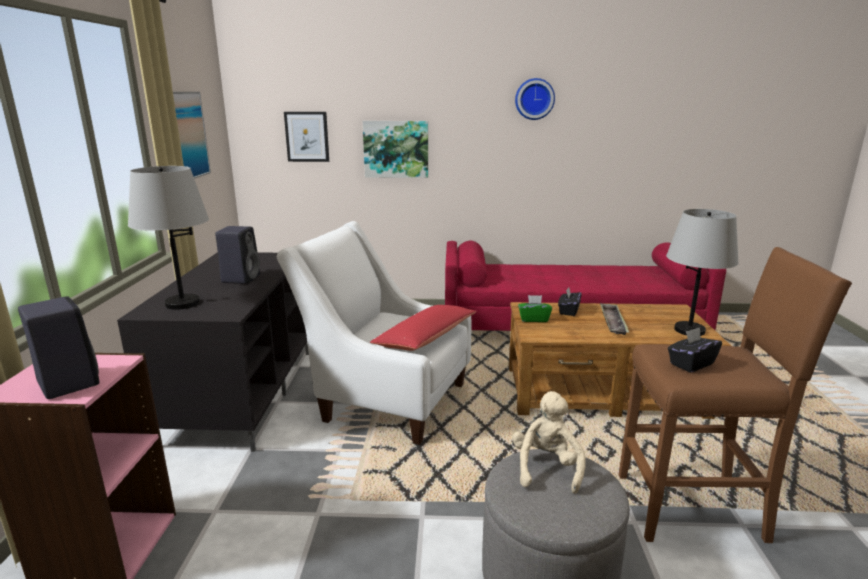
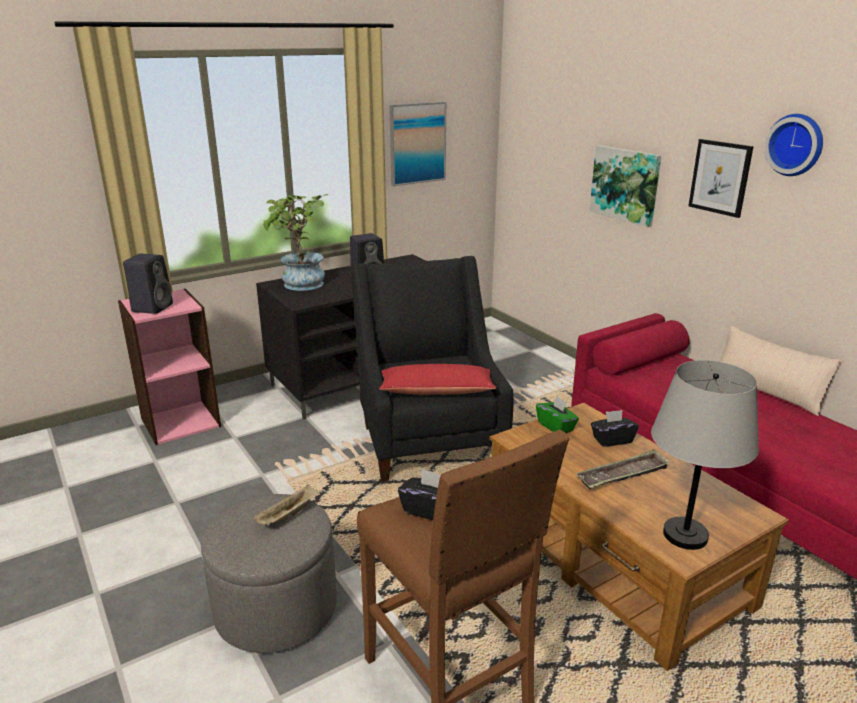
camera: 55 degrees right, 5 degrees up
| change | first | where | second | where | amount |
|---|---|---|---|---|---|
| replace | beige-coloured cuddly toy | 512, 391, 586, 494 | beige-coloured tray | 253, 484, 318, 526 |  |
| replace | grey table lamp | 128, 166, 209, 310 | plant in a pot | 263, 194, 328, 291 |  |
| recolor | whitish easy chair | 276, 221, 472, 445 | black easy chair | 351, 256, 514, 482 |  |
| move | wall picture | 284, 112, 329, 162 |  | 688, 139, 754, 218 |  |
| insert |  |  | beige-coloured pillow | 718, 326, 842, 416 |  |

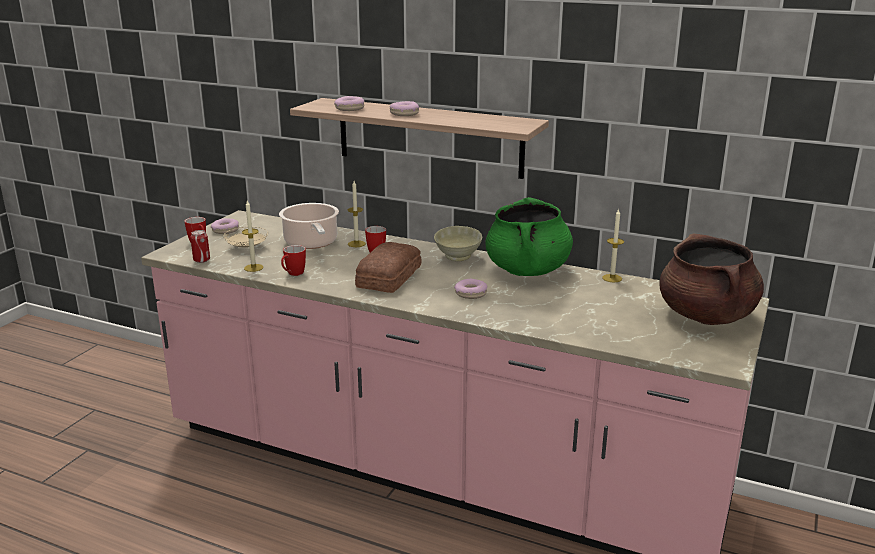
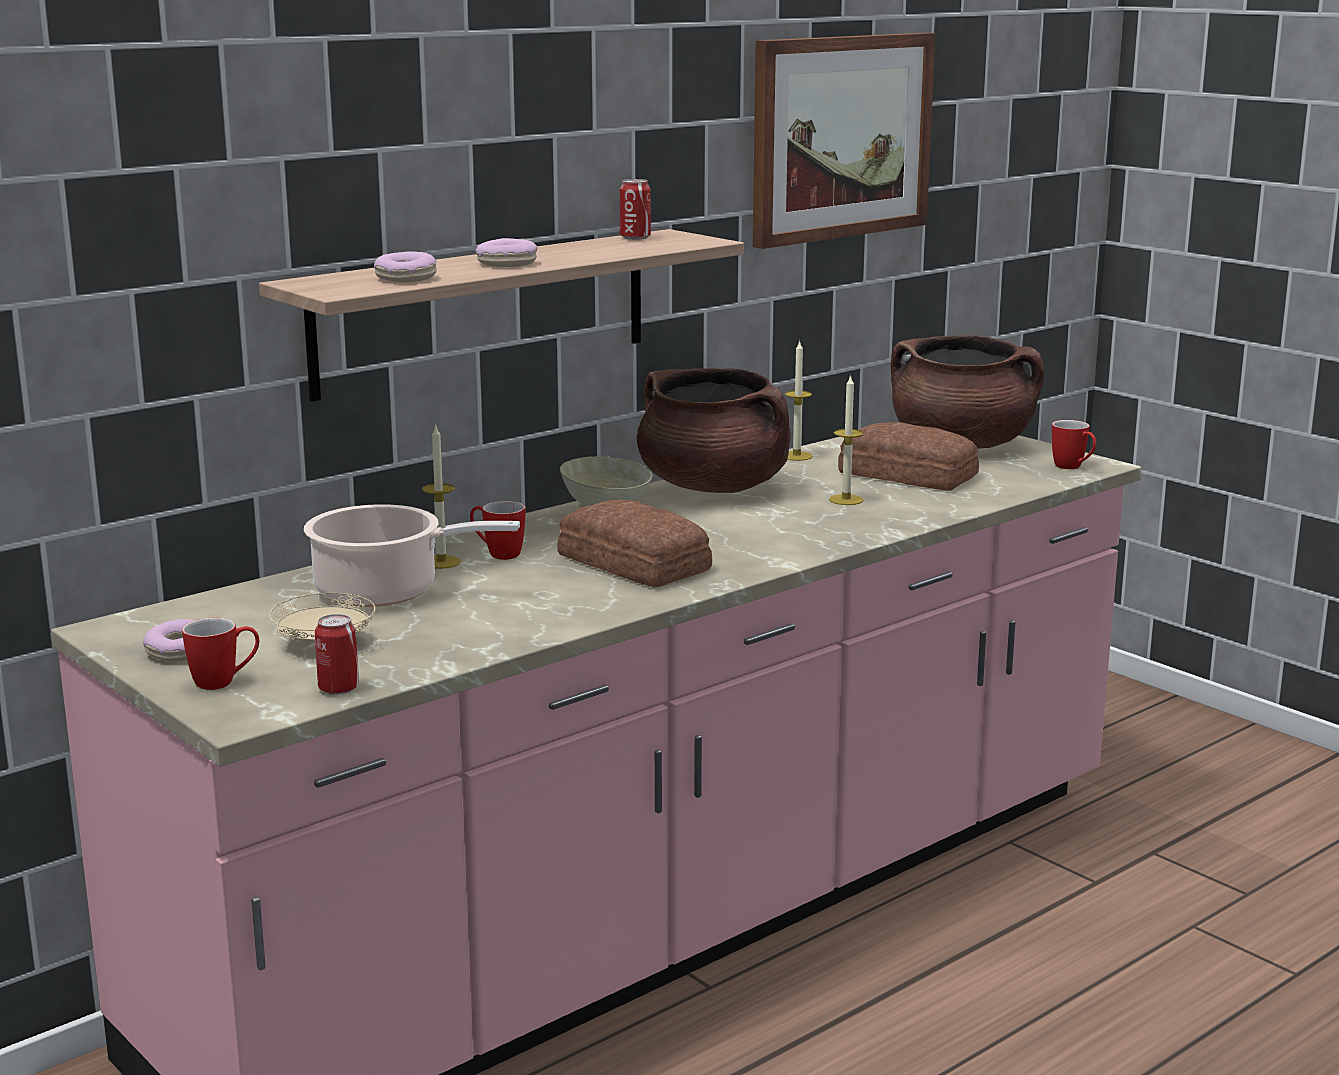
camera: 65 degrees left, 5 degrees down
| change | first | where | second | where | amount |
|---|---|---|---|---|---|
| insert |  |  | sealed can | 620, 179, 651, 240 |  |
| recolor | green-coloured cooking pot | 485, 197, 573, 276 | brownish cooking pot | 637, 368, 791, 493 |  |
| insert |  |  | wall picture | 753, 33, 936, 249 |  |
| move | candle | 242, 201, 263, 272 |  | 829, 374, 863, 505 |  |
| insert |  |  | baked bread | 838, 422, 979, 491 |  |
| move | tea mug | 281, 245, 306, 276 |  | 1052, 420, 1096, 469 |  |
| delete | doughnut | 454, 279, 487, 299 |  |  |  |

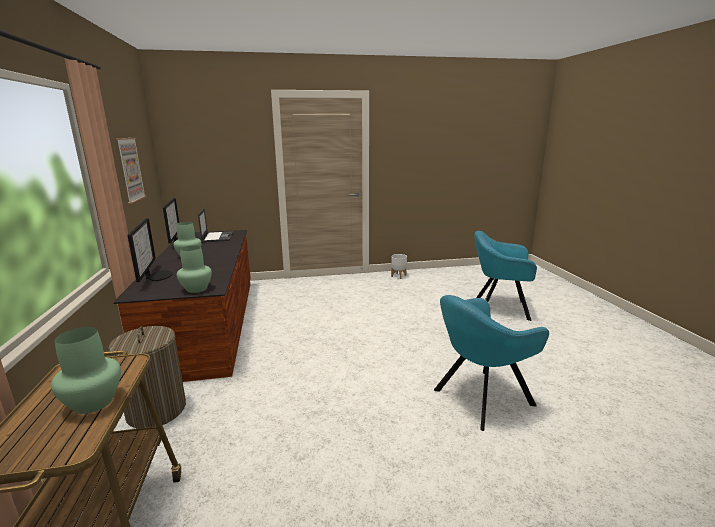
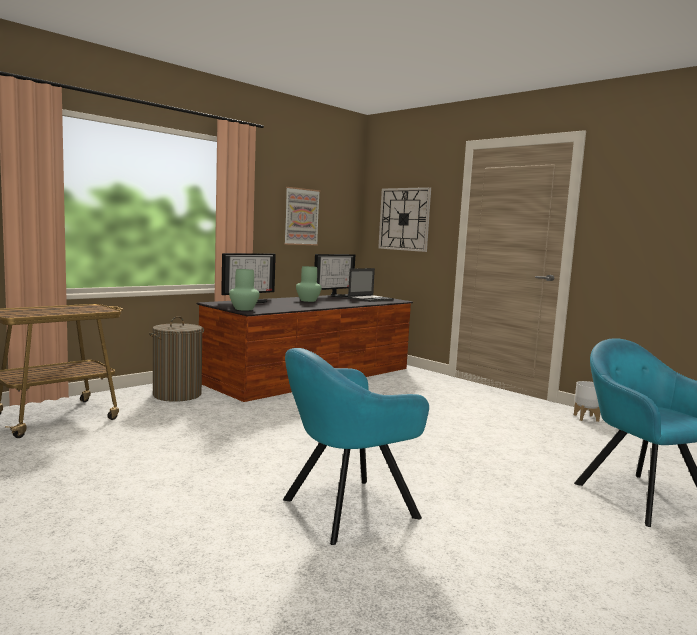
camera: 55 degrees right, 10 degrees down
| change | first | where | second | where | amount |
|---|---|---|---|---|---|
| rotate | turquoise-coloured easy chair | 434, 295, 549, 431 |  | 283, 348, 429, 545 | 60 degrees counterclockwise |
| insert |  |  | clock on the wall | 378, 187, 431, 252 |  |
| delete | green-coloured flower vase | 51, 327, 121, 414 |  |  |  |

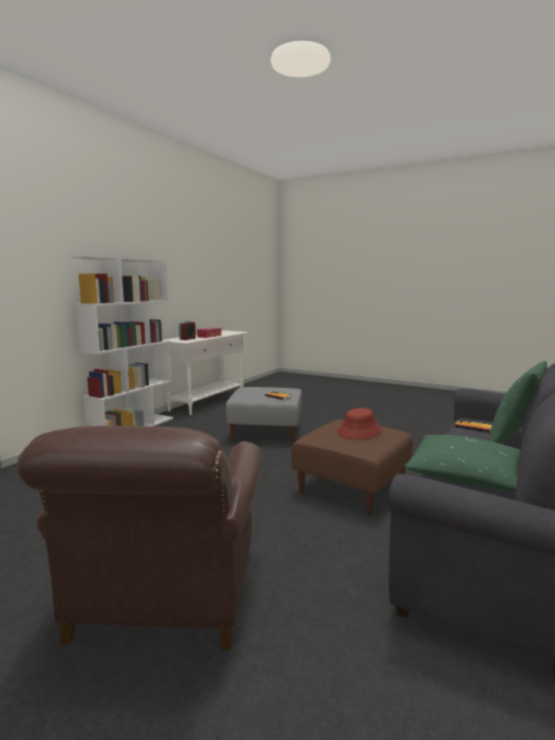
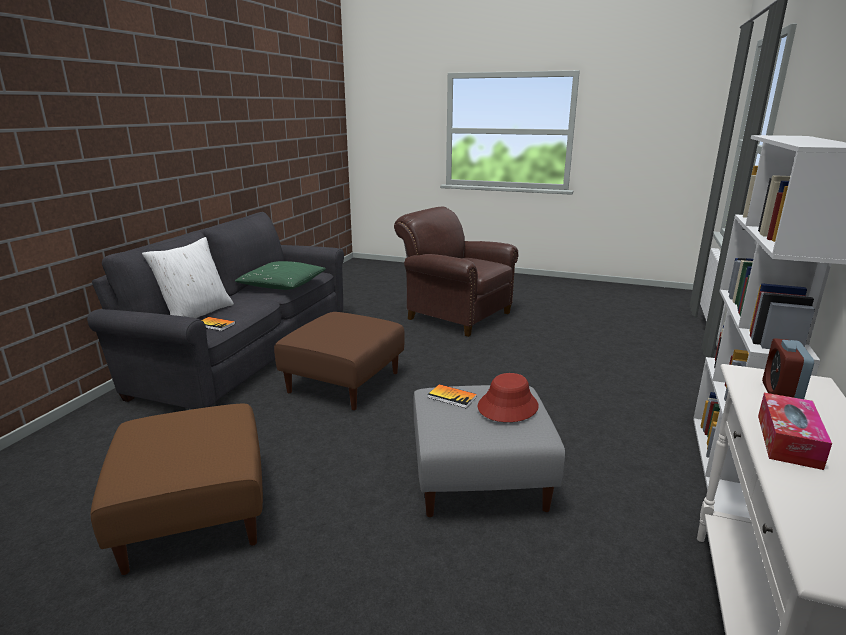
camera: 170 degrees right, 10 degrees up
| change | first | where | second | where | amount |
|---|---|---|---|---|---|
| insert |  |  | brownish footrest | 91, 404, 263, 575 |  |
| recolor | green-coloured pillow | 490, 361, 547, 443 | whitish pillow | 142, 237, 234, 318 |  |
| rotate | brownish easy chair | 17, 426, 262, 650 |  | 394, 207, 518, 337 | 45 degrees counterclockwise |
| move | red-coloured wearable hat | 337, 408, 382, 439 |  | 477, 373, 539, 422 |  |

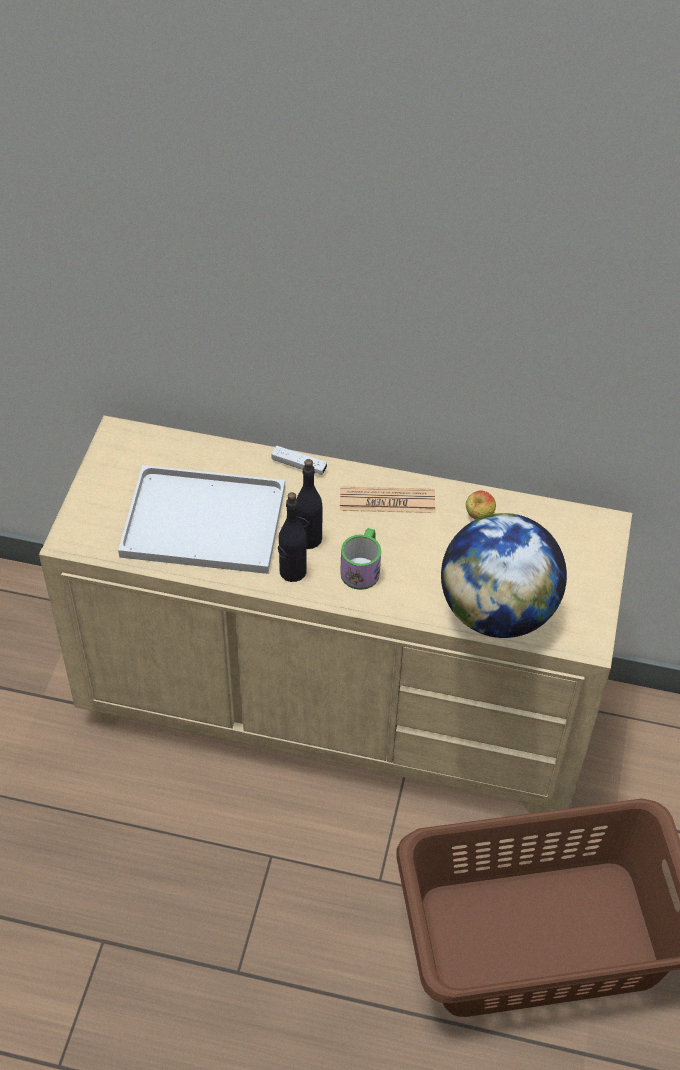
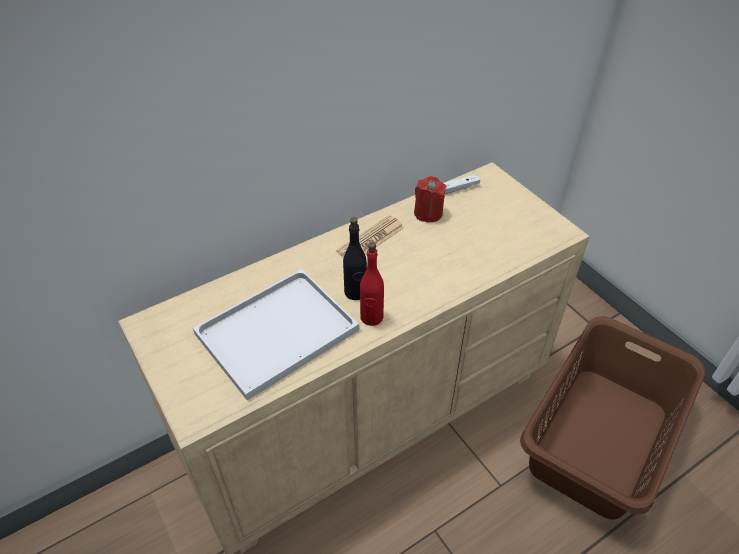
camera: 45 degrees left, 5 degrees down
| change | first | where | second | where | amount |
|---|---|---|---|---|---|
| recolor | black drink bottle | 278, 492, 307, 582 | red-coloured drink bottle | 360, 242, 384, 326 |  |
| replace | whole apple | 466, 490, 496, 520 | red-coloured candle | 414, 176, 446, 222 |  |
| move | whitish game controller | 271, 446, 327, 475 |  | 444, 174, 480, 194 |  |
| delete | tea mug | 340, 528, 381, 590 |  |  |  |
| delete | desk globe | 441, 513, 567, 638 |  |  |  |

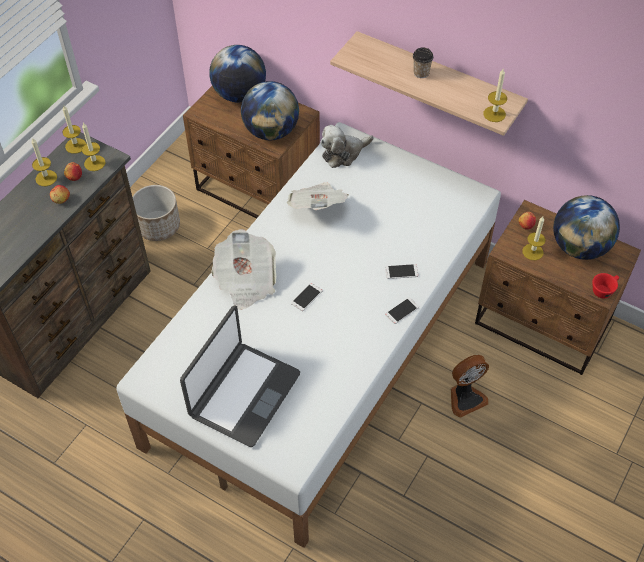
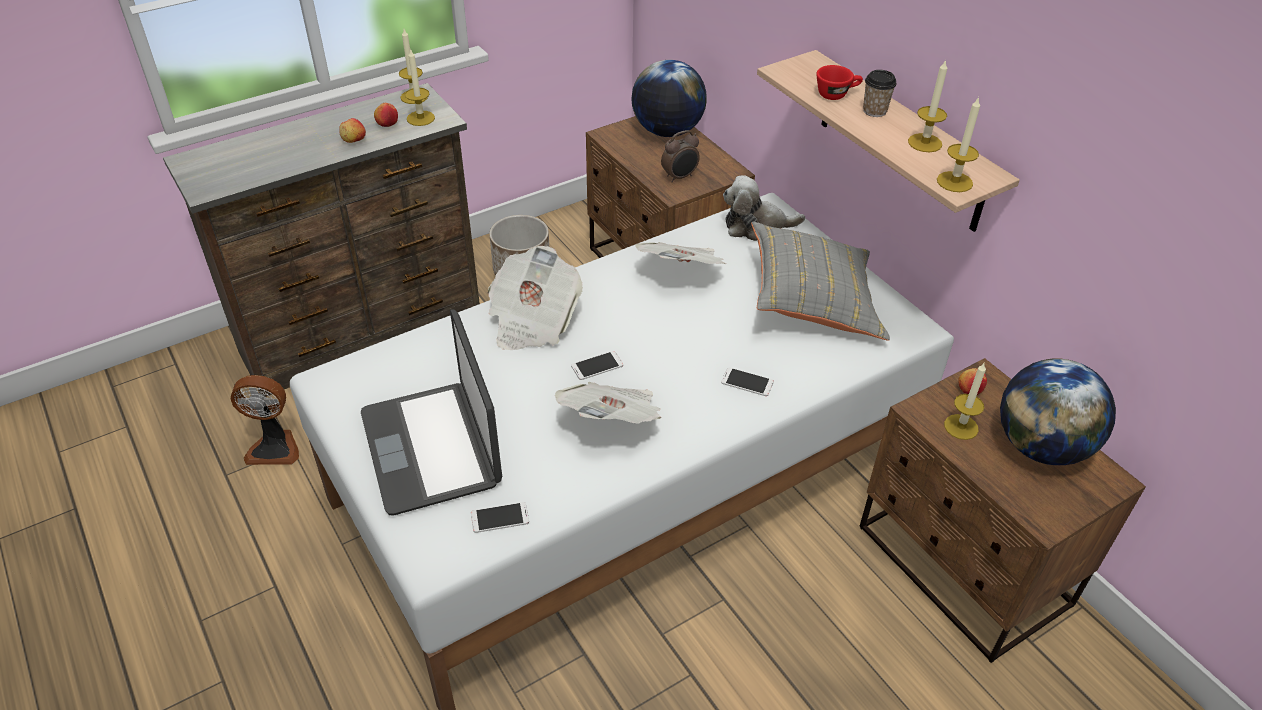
camera: 25 degrees right, 10 degrees down
| change | first | where | second | where | amount |
|---|---|---|---|---|---|
| move | fan | 450, 355, 489, 418 |  | 231, 375, 299, 465 |  |
| rotate | notebook computer | 180, 305, 300, 447 |  | 361, 310, 502, 515 | 105 degrees clockwise |
| move | handset | 385, 297, 419, 324 |  | 471, 502, 529, 533 |  |
| insert |  |  | printed paper | 555, 382, 661, 423 |  |
| replace | desk globe | 241, 81, 299, 140 | alarm clock | 661, 130, 700, 183 |  |
| insert |  |  | grey pillow | 751, 222, 890, 340 |  |
| move | red-coloured small cup | 592, 273, 619, 298 |  | 816, 65, 863, 100 |  |
| move | candle | 31, 138, 57, 186 |  | 908, 59, 948, 152 |  |

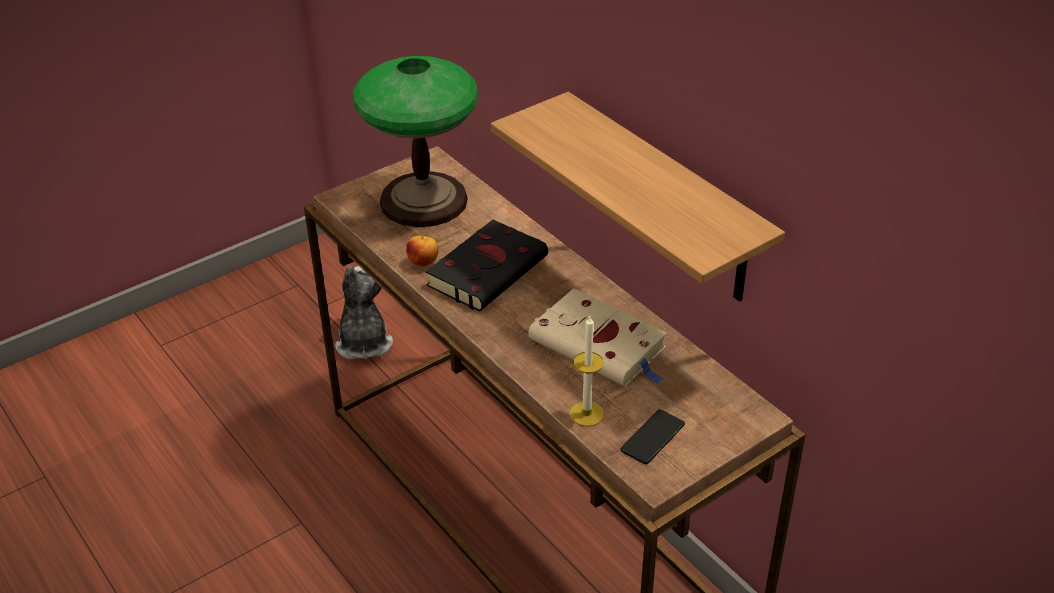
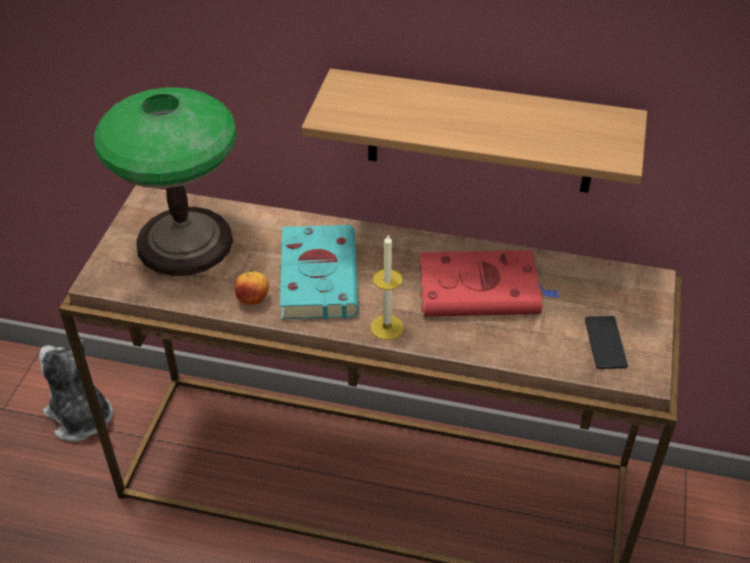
camera: 40 degrees left, 5 degrees up
| change | first | where | second | where | amount |
|---|---|---|---|---|---|
| recolor | black book | 426, 220, 548, 312 | turquoise-coloured book | 280, 225, 359, 319 |  |
| move | candle | 569, 316, 604, 427 |  | 370, 235, 404, 340 |  |
| recolor | beige-coloured book | 528, 288, 667, 387 | red-coloured book | 420, 250, 559, 317 |  |

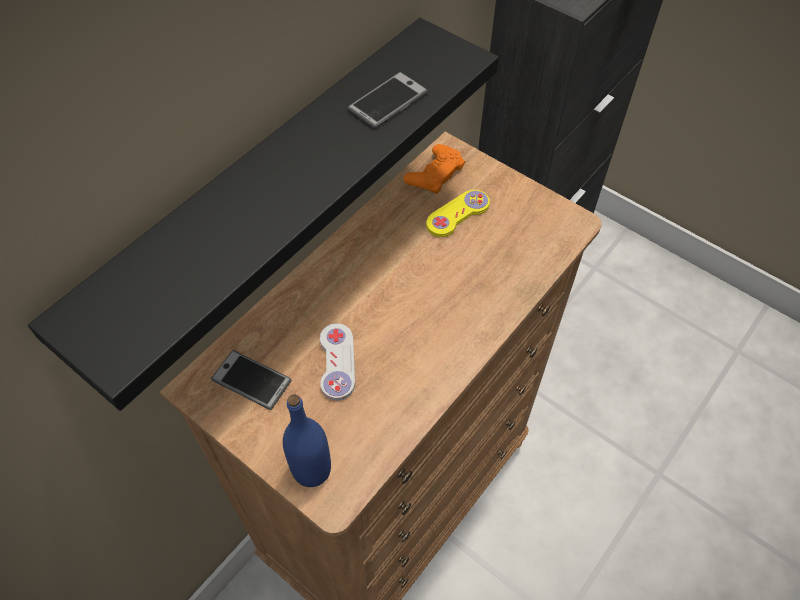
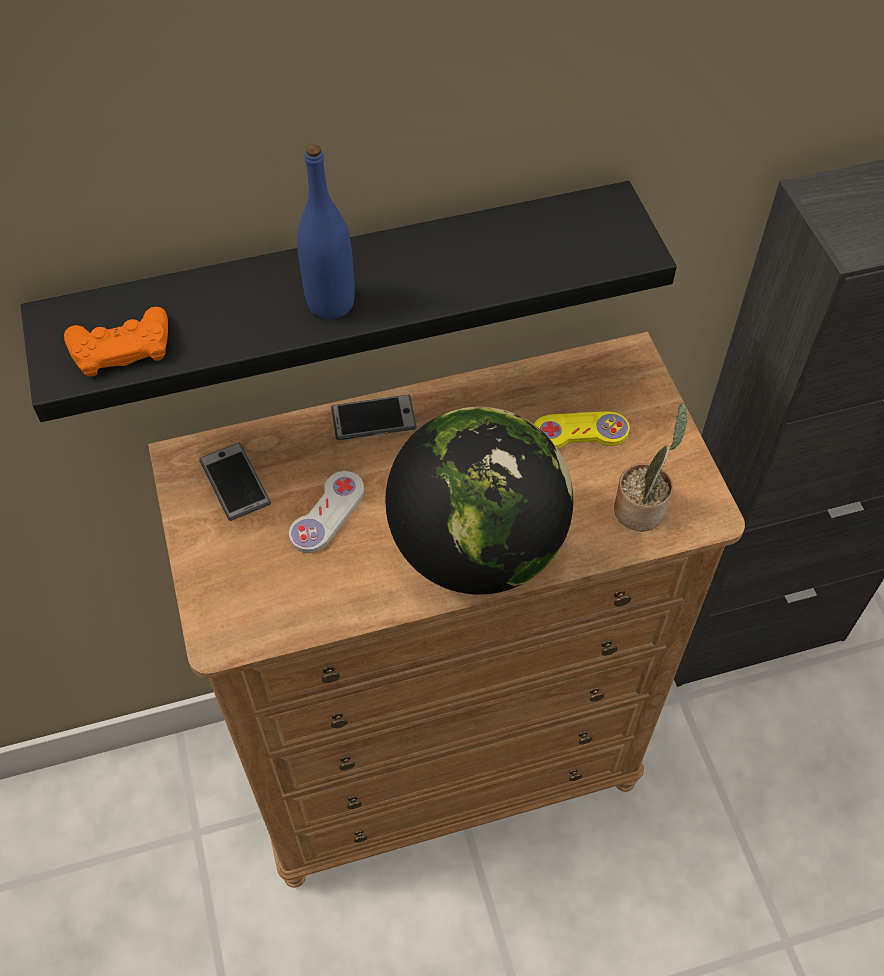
camera: 35 degrees right, 0 degrees up
| change | first | where | second | where | amount |
|---|---|---|---|---|---|
| move | orange-coloured game controller | 403, 144, 466, 194 |  | 64, 307, 168, 377 |  |
| move | blue drink bottle | 283, 394, 331, 487 |  | 297, 144, 355, 319 |  |
| move | handset | 347, 72, 428, 129 |  | 331, 395, 417, 440 |  |
| insert |  |  | desk globe | 385, 407, 573, 595 |  |
| insert |  |  | plant in a pot | 614, 403, 688, 532 |  |

